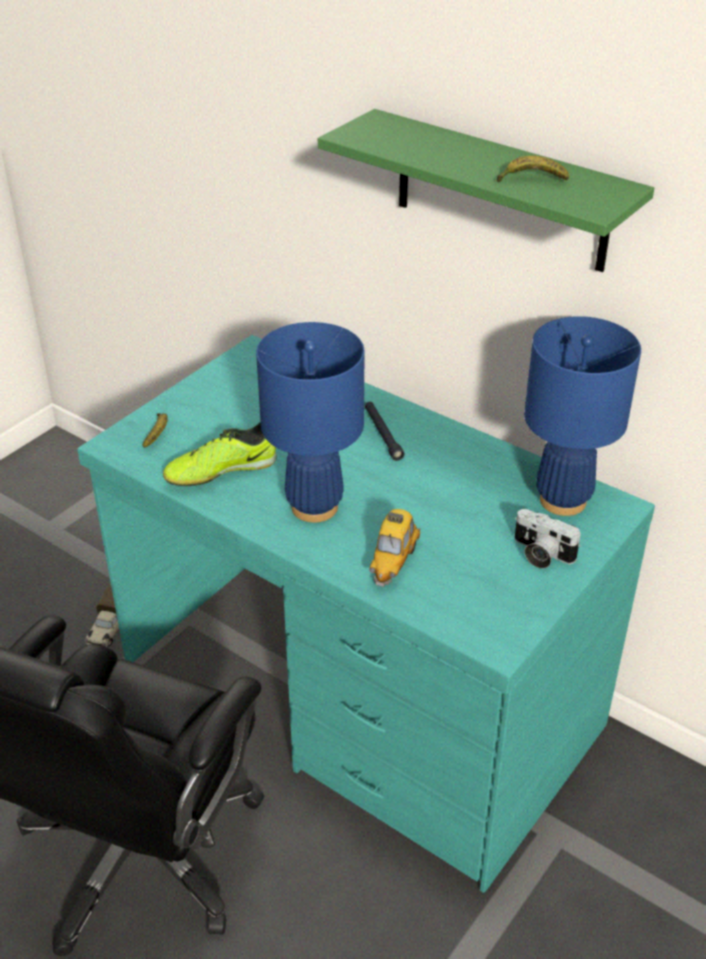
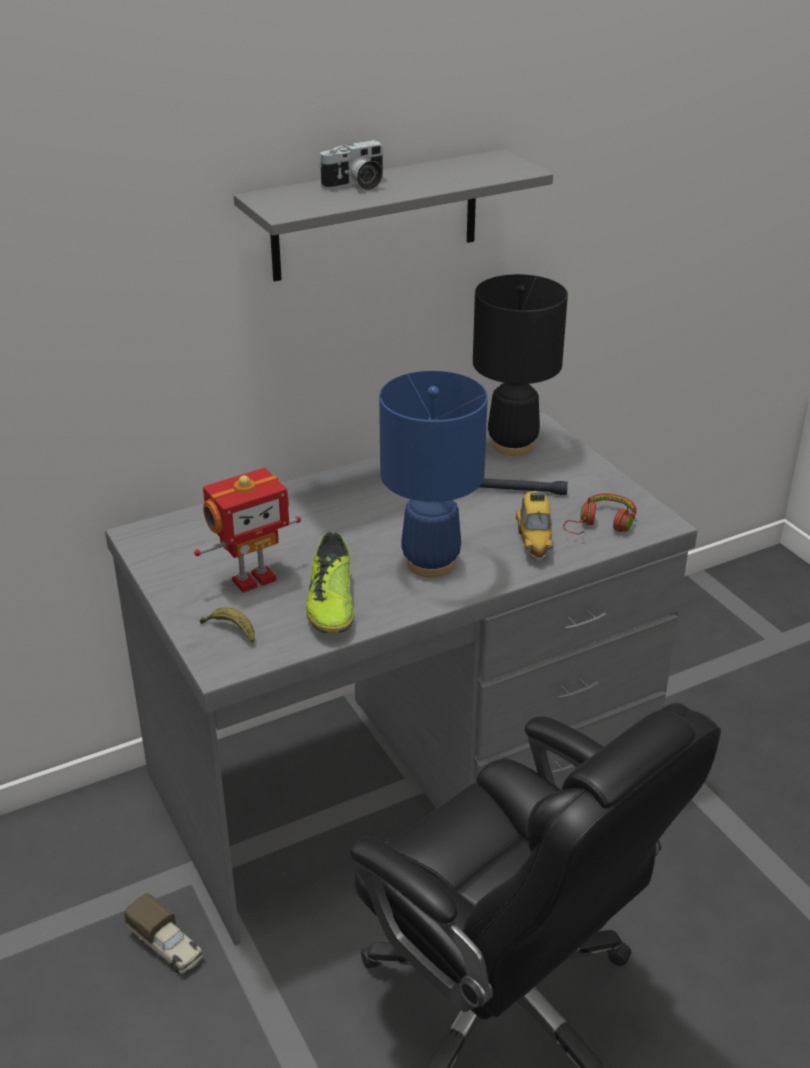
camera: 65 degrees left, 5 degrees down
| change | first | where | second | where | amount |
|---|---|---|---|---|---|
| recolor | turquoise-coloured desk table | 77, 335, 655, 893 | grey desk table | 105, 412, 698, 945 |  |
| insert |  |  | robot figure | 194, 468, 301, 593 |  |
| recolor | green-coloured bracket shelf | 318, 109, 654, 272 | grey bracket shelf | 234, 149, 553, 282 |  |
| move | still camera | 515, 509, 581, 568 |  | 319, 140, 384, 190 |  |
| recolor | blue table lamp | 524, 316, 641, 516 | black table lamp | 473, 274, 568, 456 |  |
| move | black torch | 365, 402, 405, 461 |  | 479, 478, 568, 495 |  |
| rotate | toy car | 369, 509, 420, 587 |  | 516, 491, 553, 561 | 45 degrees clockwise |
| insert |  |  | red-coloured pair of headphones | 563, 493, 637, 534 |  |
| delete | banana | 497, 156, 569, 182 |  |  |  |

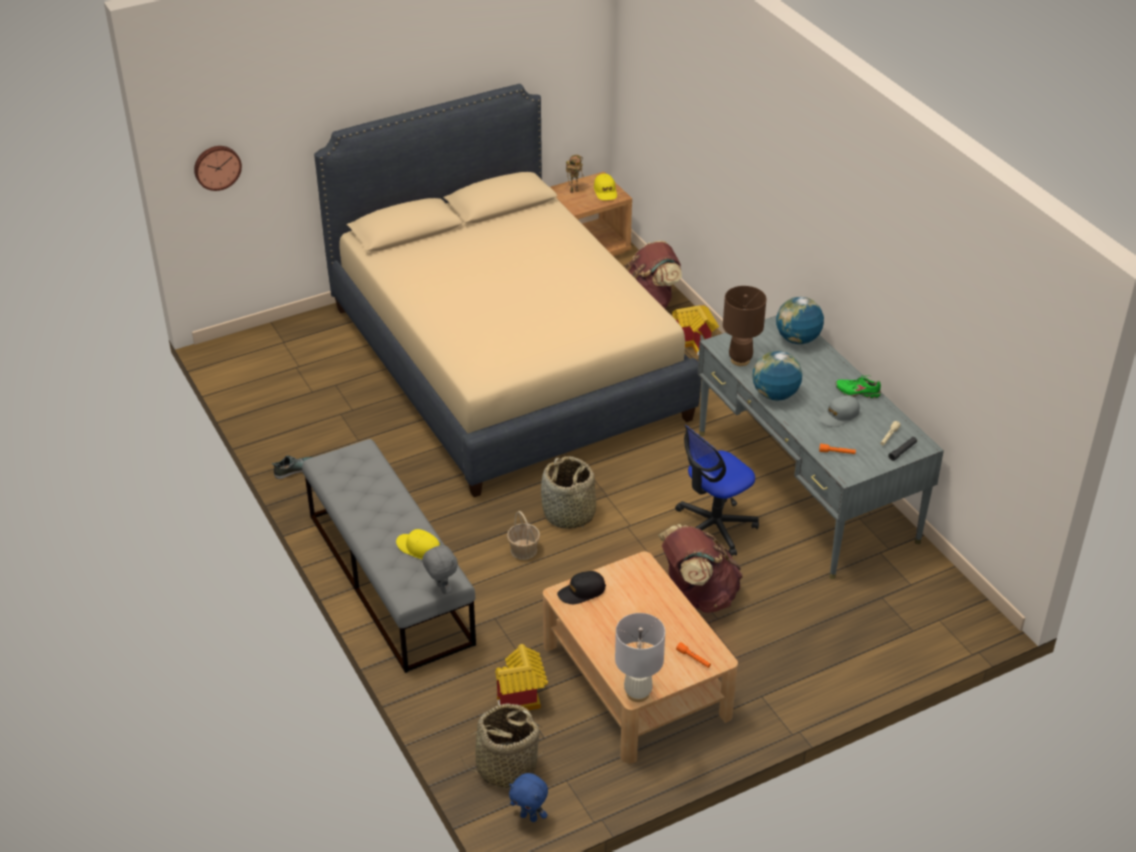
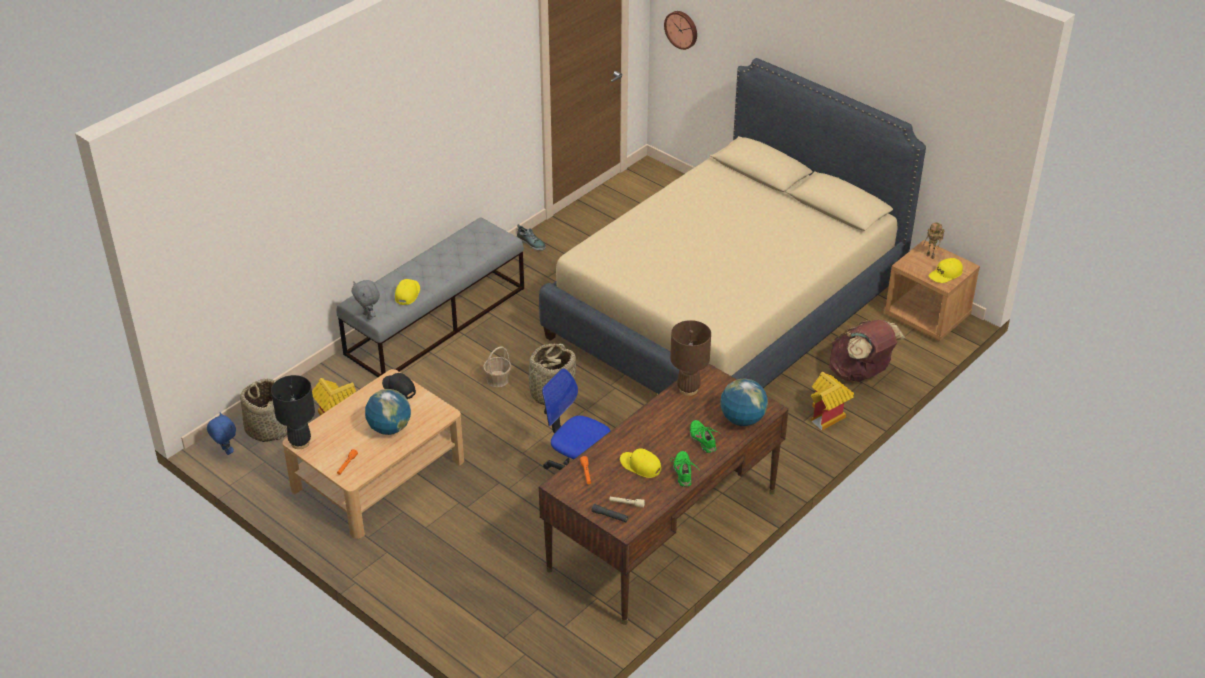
camera: 70 degrees right, 0 degrees up
| change | first | where | second | where | amount |
|---|---|---|---|---|---|
| rotate | blue cuddly toy | 509, 773, 548, 822 |  | 207, 413, 236, 455 | 135 degrees clockwise |
| recolor | whitish table lamp | 615, 613, 665, 702 | black table lamp | 271, 375, 315, 449 |  |
| rotate | grey cuddly toy | 422, 541, 458, 594 |  | 352, 280, 380, 320 | 105 degrees clockwise |
| move | desk globe | 753, 351, 802, 401 |  | 365, 389, 411, 435 |  |
| recolor | grey desk table | 698, 315, 944, 579 | brownish desk table | 539, 364, 789, 625 |  |
| recolor | grey baseball cap | 818, 395, 860, 427 | yellowish baseball cap | 620, 448, 661, 478 |  |
| insert |  |  | green-coloured low shoe | 690, 420, 721, 453 |  |
| delete | brownish knapsack | 658, 524, 743, 613 |  |  |  |

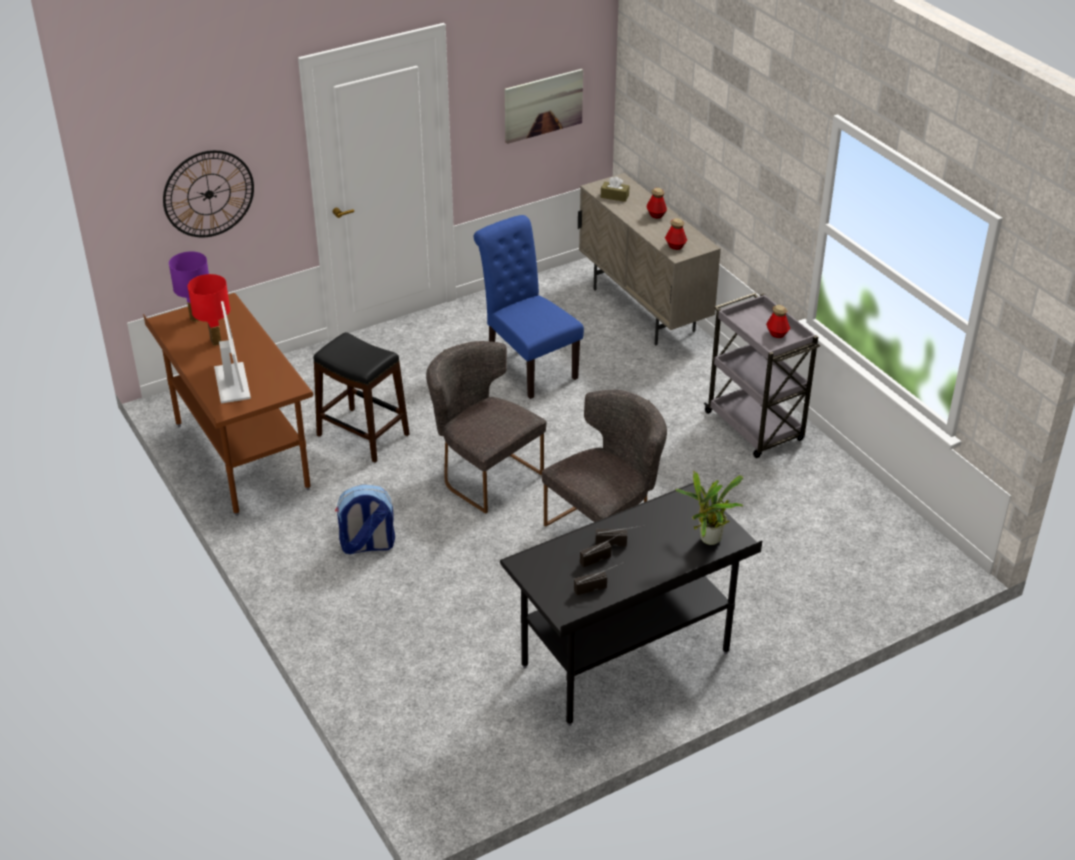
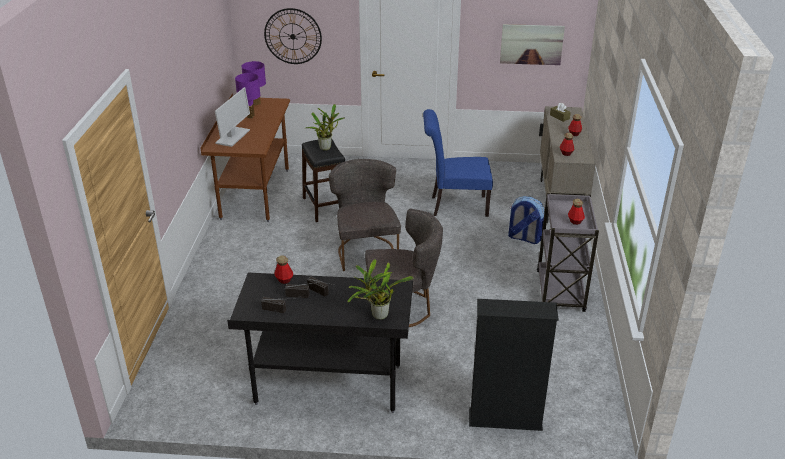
camera: 35 degrees right, 5 degrees down
| change | first | where | second | where | amount |
|---|---|---|---|---|---|
| recolor | red-coloured table lamp | 188, 274, 230, 346 | purple-coloured table lamp | 235, 73, 260, 118 |  |
| insert |  |  | drink bottle | 274, 255, 293, 284 |  |
| insert |  |  | plant in a pot | 304, 104, 344, 151 |  |
| rotate | blue upright chair | 474, 215, 584, 399 |  | 423, 109, 493, 217 | 90 degrees counterclockwise |
| insert |  |  | black bookcase | 469, 299, 559, 431 |  |
| move | knapsack | 335, 485, 395, 554 |  | 508, 196, 545, 244 |  |

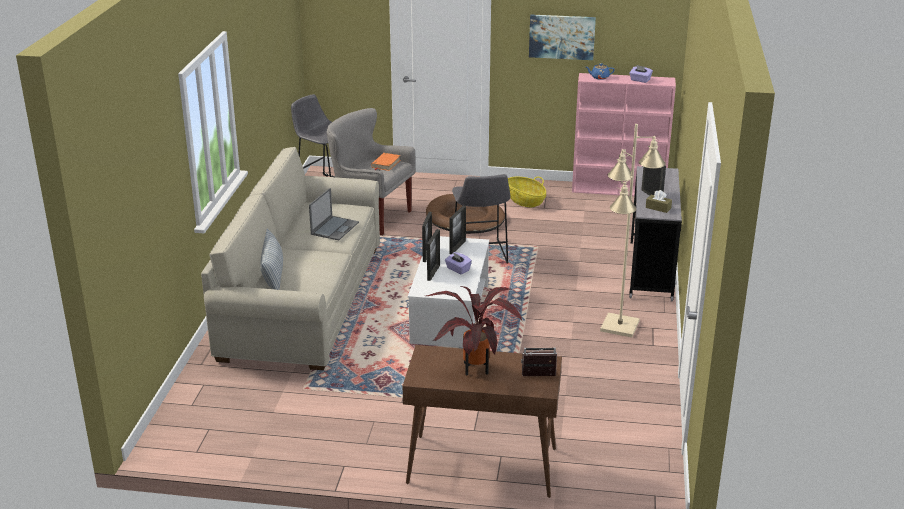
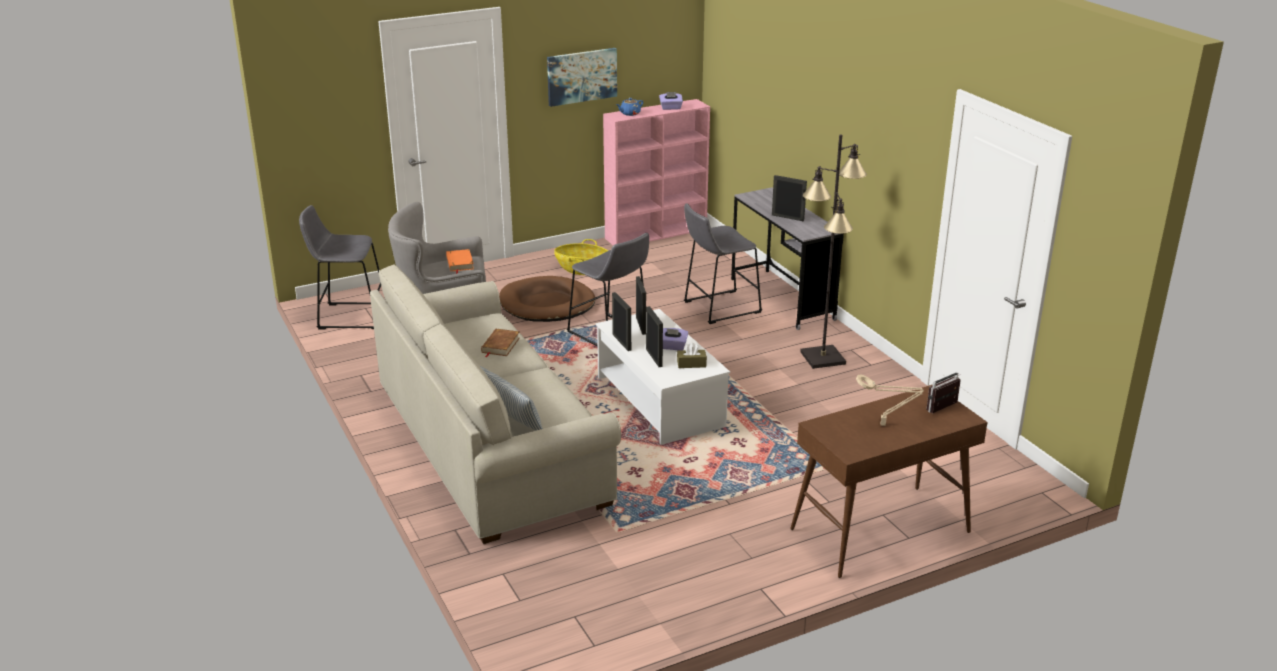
camera: 35 degrees left, 0 degrees up
| change | first | where | second | where | amount |
|---|---|---|---|---|---|
| replace | notebook computer | 309, 188, 359, 240 | brownish book | 481, 329, 520, 357 |  |
| move | brownish tissue box | 646, 190, 672, 213 |  | 677, 343, 707, 368 |  |
| insert |  |  | grey stool | 684, 203, 762, 324 |  |
| recolor | beige-coloured standard lamp | 600, 124, 665, 337 | black standard lamp | 800, 134, 867, 369 |  |
| replace | plant in a pot | 426, 286, 522, 375 | beige-coloured table lamp | 856, 374, 924, 426 |  |

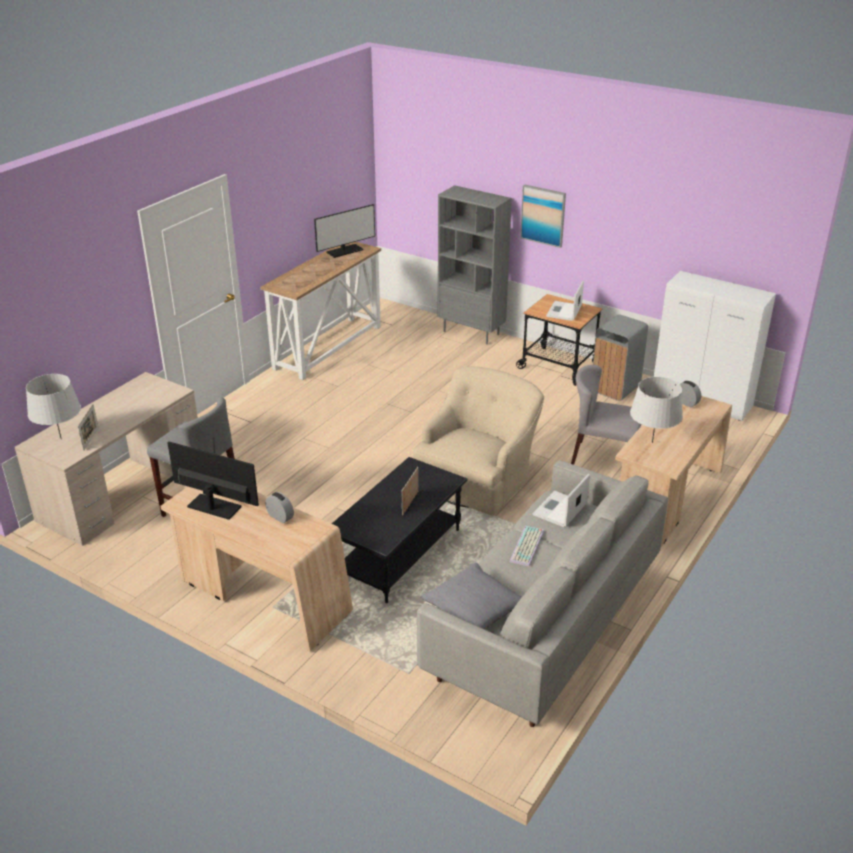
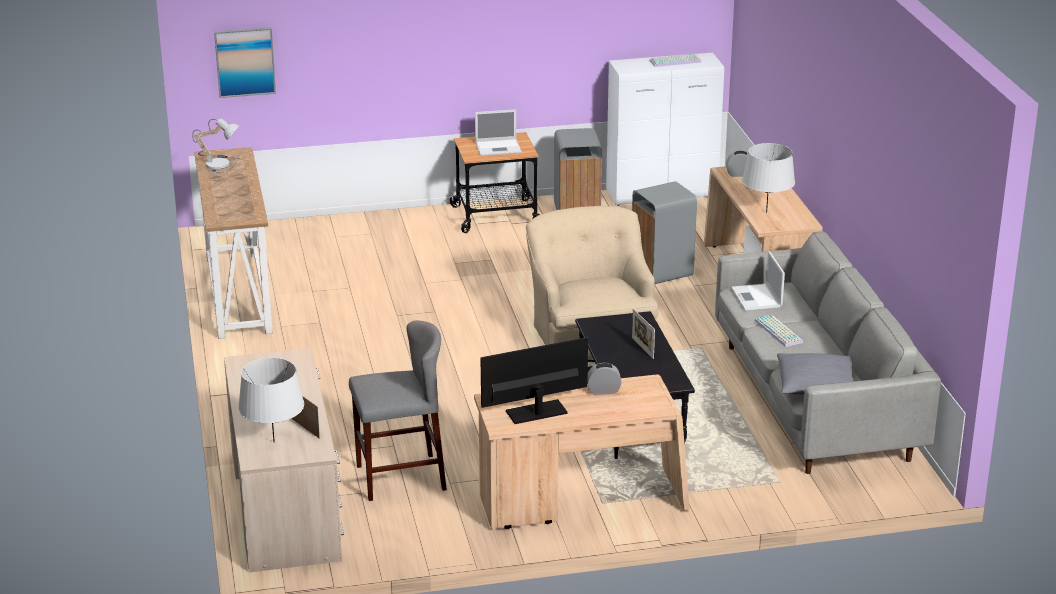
camera: 45 degrees left, 5 degrees down
| change | first | where | second | where | amount |
|---|---|---|---|---|---|
| replace | computer screen | 314, 204, 375, 258 | table lamp | 192, 118, 239, 173 |  |
| move | wall picture | 520, 184, 566, 248 |  | 214, 27, 276, 98 |  |
| rotate | notebook computer | 546, 281, 584, 321 |  | 475, 109, 522, 156 | 75 degrees counterclockwise |
| replace | grey upright chair | 571, 365, 641, 465 | grey trash can | 632, 181, 697, 284 |  |
| insert |  |  | PC keyboard | 650, 54, 702, 67 |  |
| delete | grey bookcase | 438, 185, 512, 345 |  |  |  |

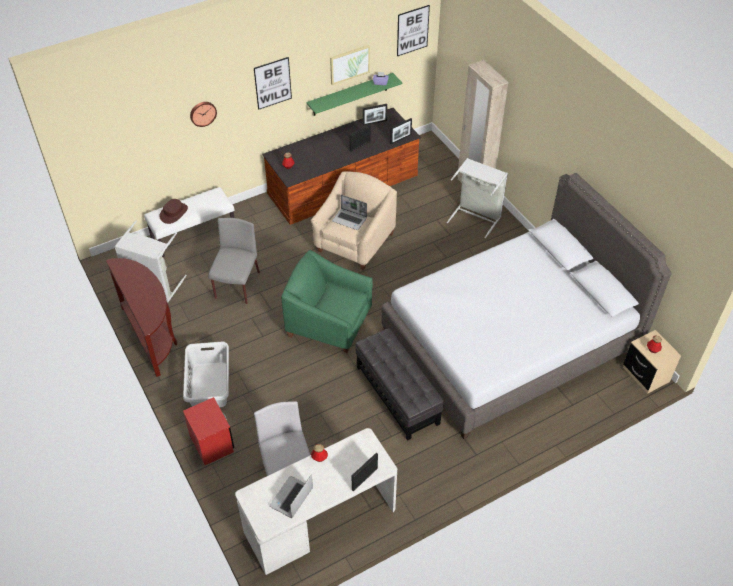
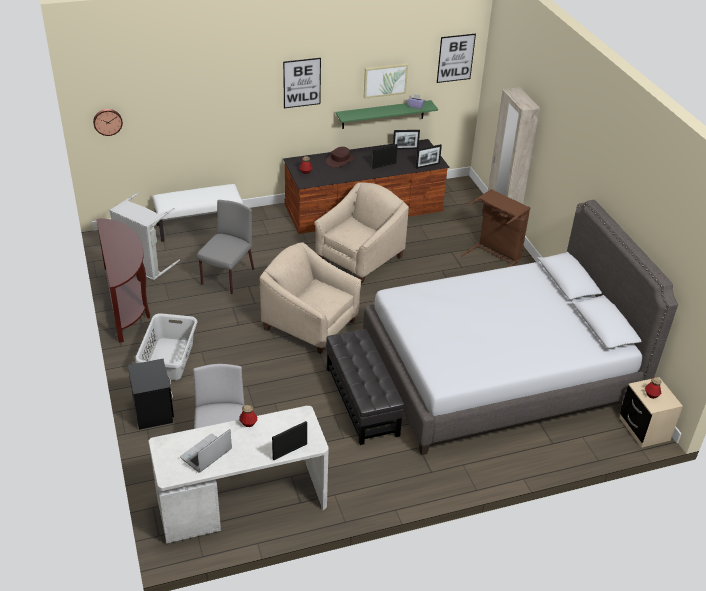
camera: 10 degrees right, 10 degrees down
| change | first | where | second | where | amount |
|---|---|---|---|---|---|
| move | clock on the wall | 190, 102, 217, 127 |  | 93, 109, 123, 136 |  |
| recolor | red-coloured night table | 183, 397, 234, 465 | black night table | 128, 359, 174, 430 |  |
| recolor | green-coloured easy chair | 281, 250, 373, 353 | beige-coloured easy chair | 260, 242, 361, 354 |  |
| move | brownish wearable hat | 159, 199, 188, 224 |  | 326, 147, 354, 168 |  |
| recolor | grey washing basket | 447, 158, 508, 238 | brownish washing basket | 461, 189, 530, 267 |  |
| delete | notebook computer | 332, 195, 367, 230 |  |  |  |

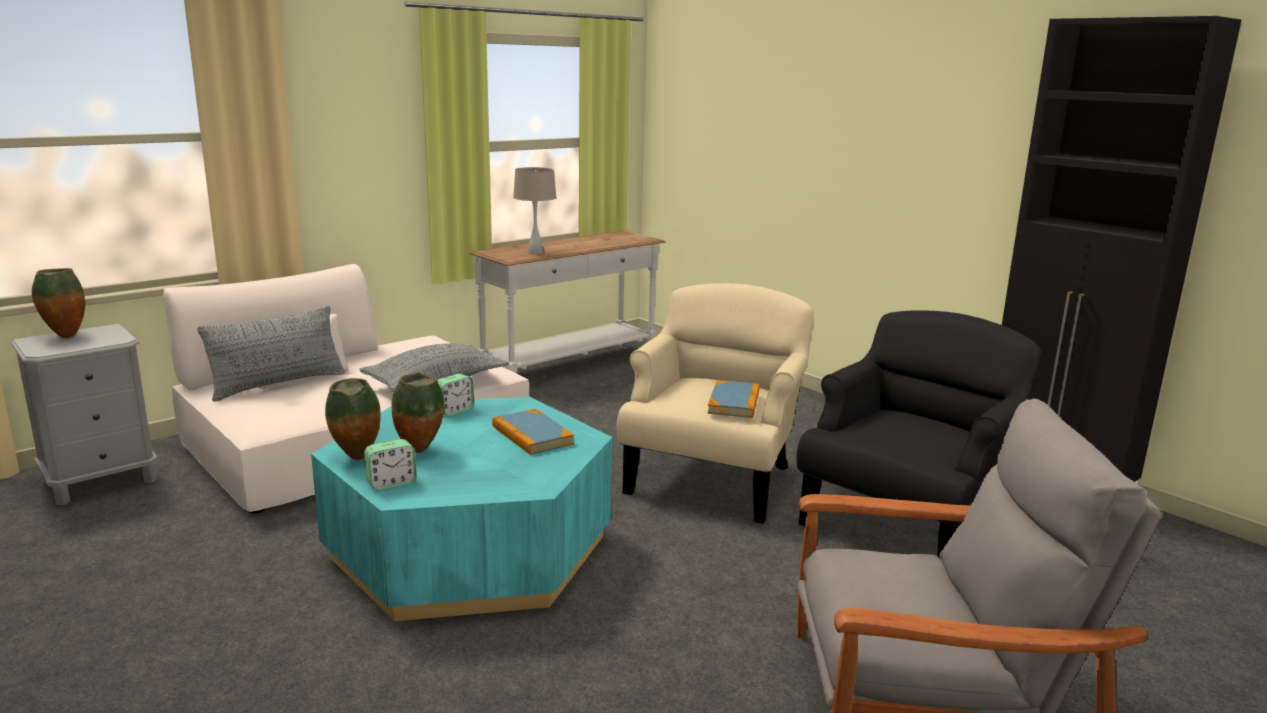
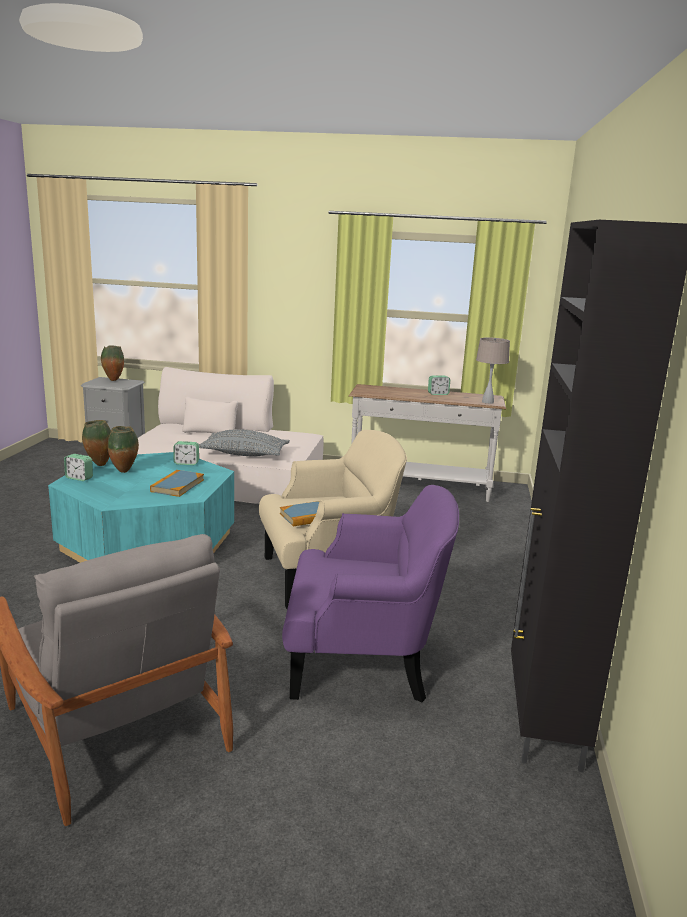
camera: 50 degrees right, 0 degrees up
| change | first | where | second | where | amount |
|---|---|---|---|---|---|
| recolor | black easy chair | 796, 310, 1041, 558 | purple-coloured easy chair | 282, 485, 459, 702 |  |
| insert |  |  | alarm clock | 428, 375, 450, 395 |  |
| move | beige-coloured table lamp | 513, 167, 557, 254 |  | 476, 338, 510, 404 |  |
| delete | grey pillow | 197, 306, 345, 402 |  |  |  |

